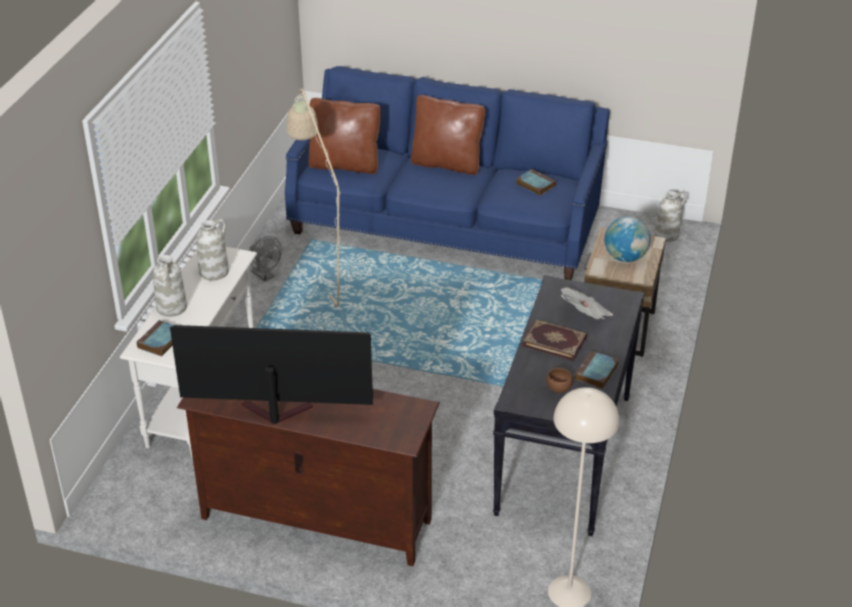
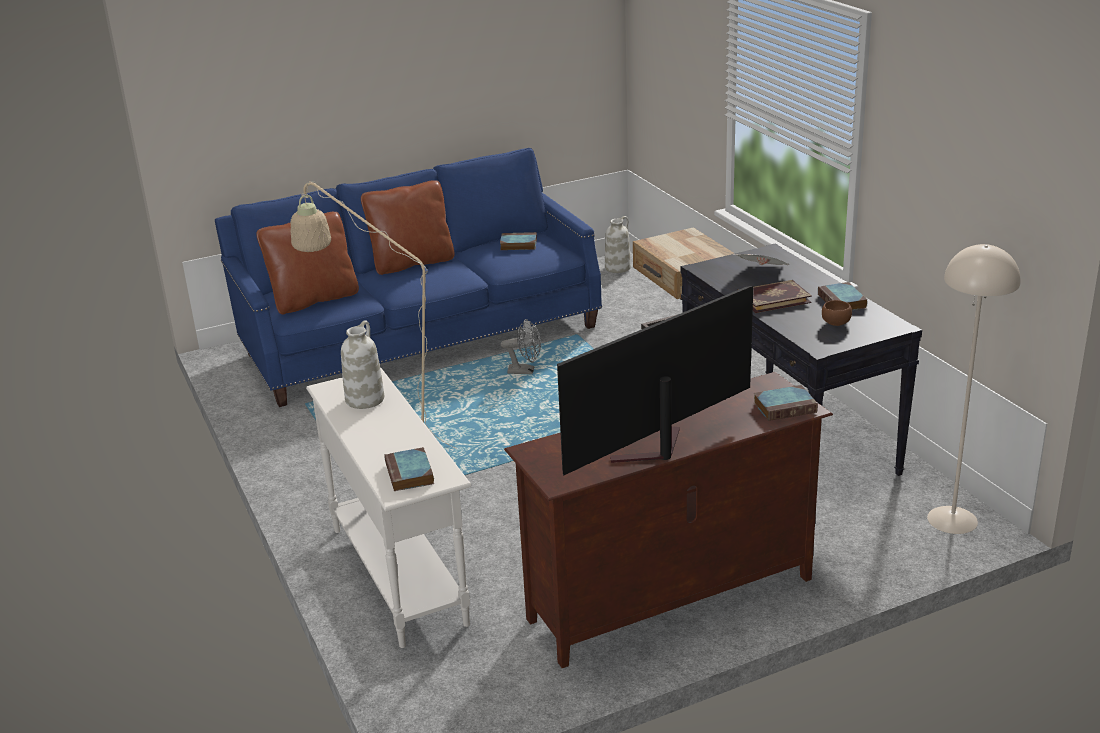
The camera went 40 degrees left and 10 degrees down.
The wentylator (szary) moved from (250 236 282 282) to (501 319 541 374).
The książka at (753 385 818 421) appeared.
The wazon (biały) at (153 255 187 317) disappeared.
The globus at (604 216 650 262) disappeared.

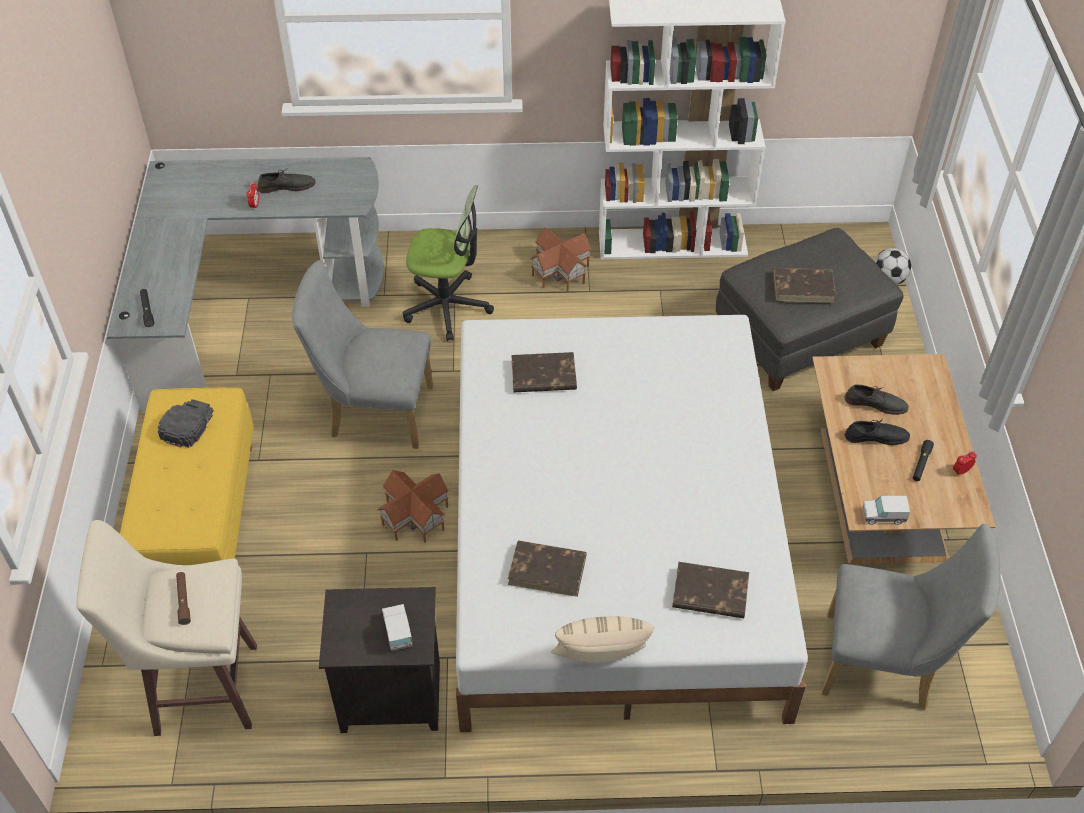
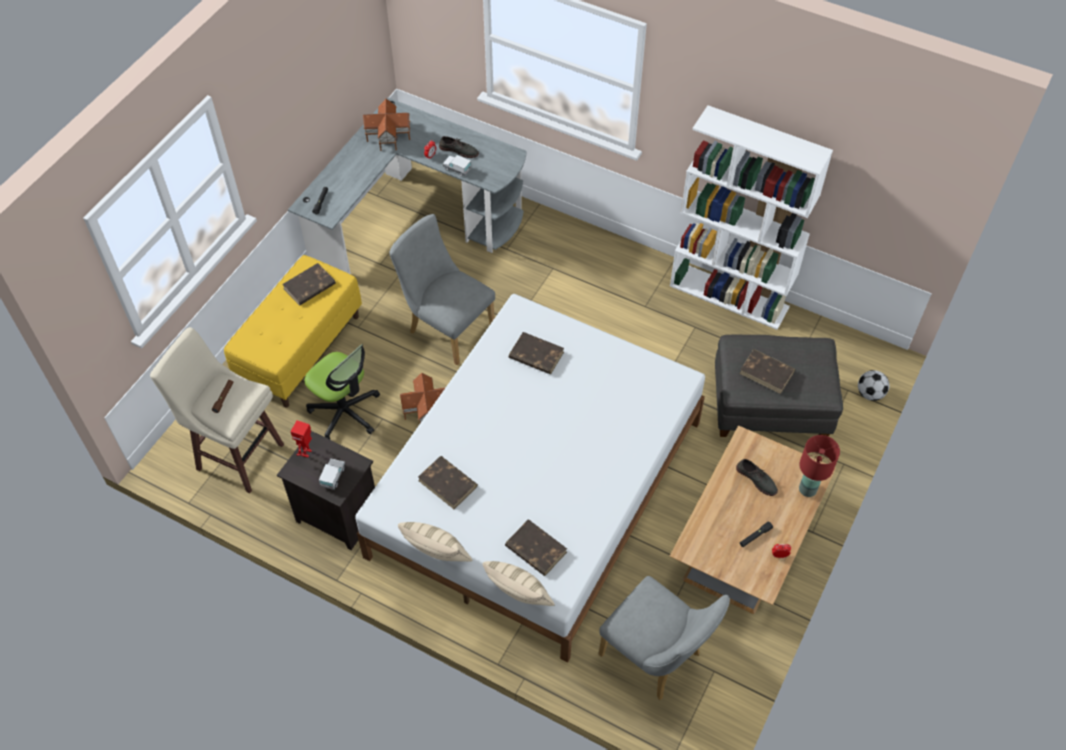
The camera went 30 degrees right and 5 degrees up.
The czapka z daszkiem (czarny) at (158 399 214 448) was replaced by the książka (brązowy) at (282 263 336 306).
The robot zabawkowy at (290 420 312 457) appeared.
The krzesło biurowe moved from (403 185 494 341) to (304 344 380 439).
The domek moved from (530 228 591 291) to (363 99 410 151).
The ciężarówka zabawkowa moved from (863 496 910 525) to (443 155 471 177).
The poduszka (beżowy) at (483 561 555 606) appeared.
The lampa stołowa (czerwony) at (799 435 840 497) appeared.
The but (czarny) at (845 419 910 445) disappeared.

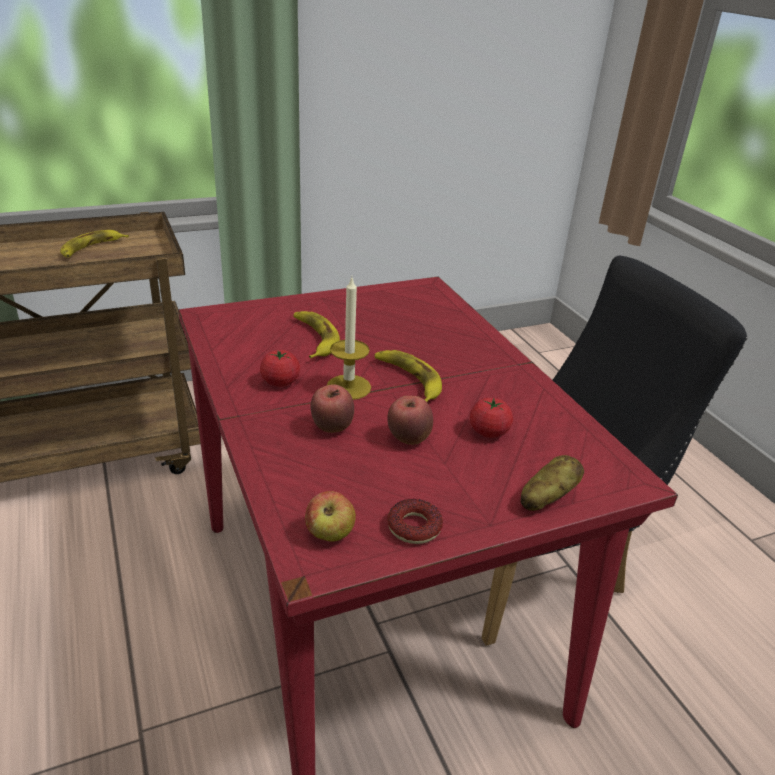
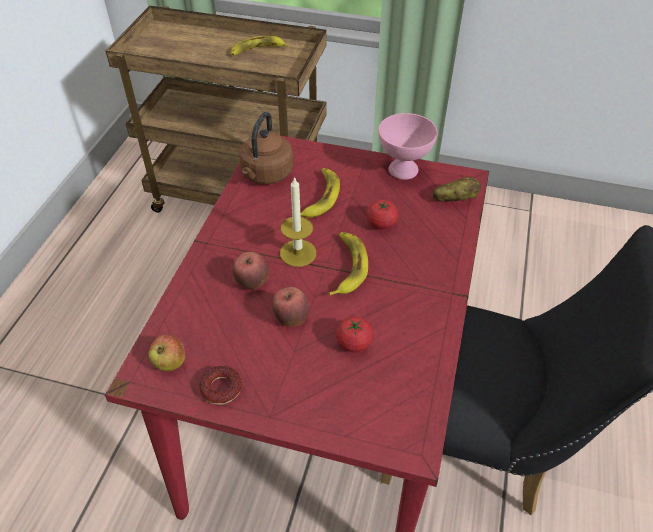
The camera went 40 degrees right and 15 degrees up.
The czajnik (brązowy) at (239 112 294 184) appeared.
The pomidor moved from (260 350 300 387) to (367 200 398 230).
The miska (różowy) at (378 113 438 180) appeared.
The ziemniak moved from (521 455 584 511) to (433 177 481 202).

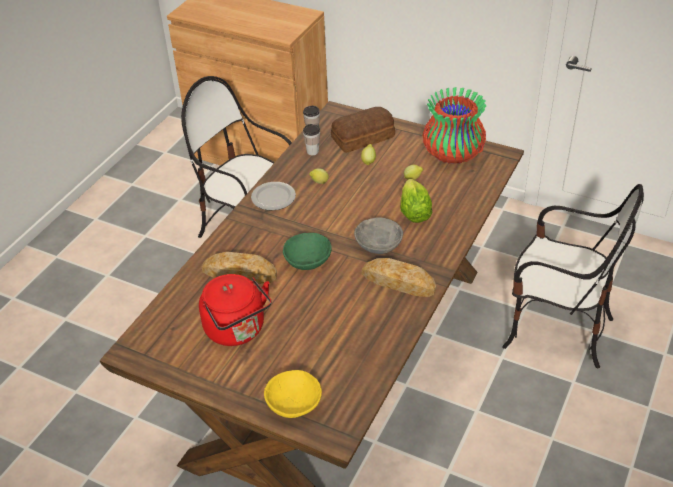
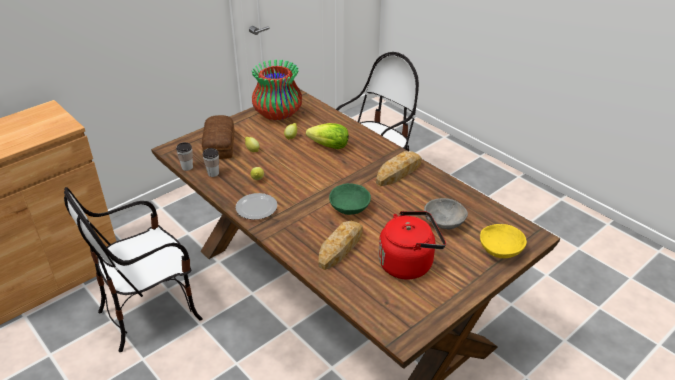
The camera went 70 degrees left and 5 degrees down.
The miska (szary) moved from (354 217 403 254) to (424 198 468 230).

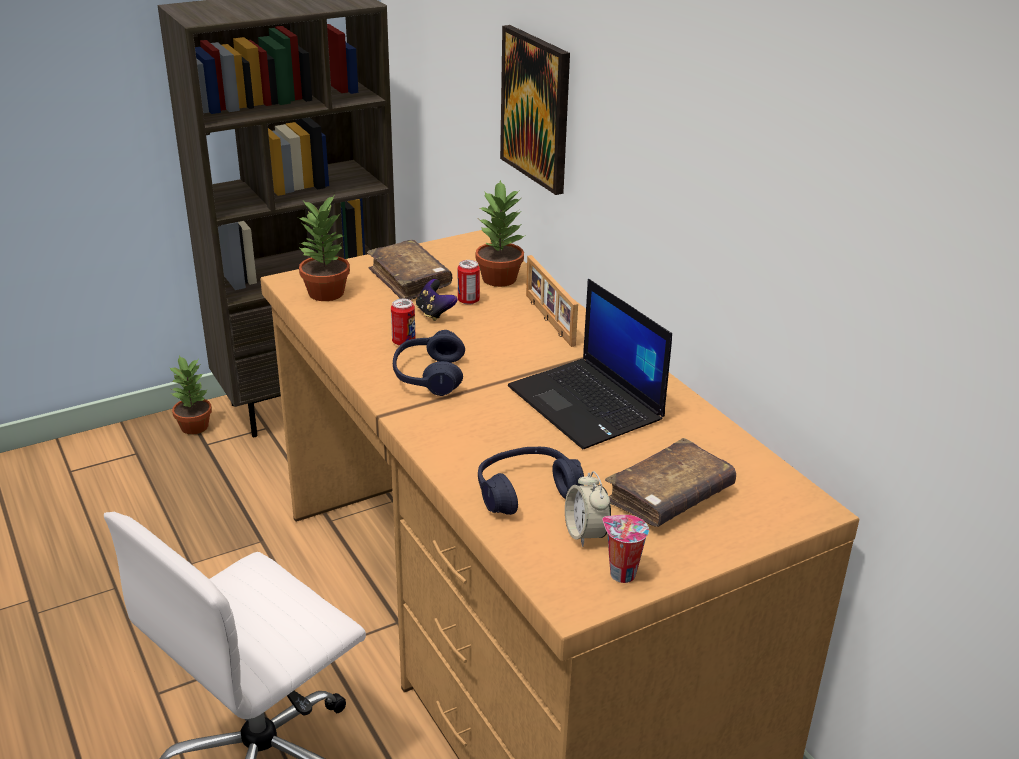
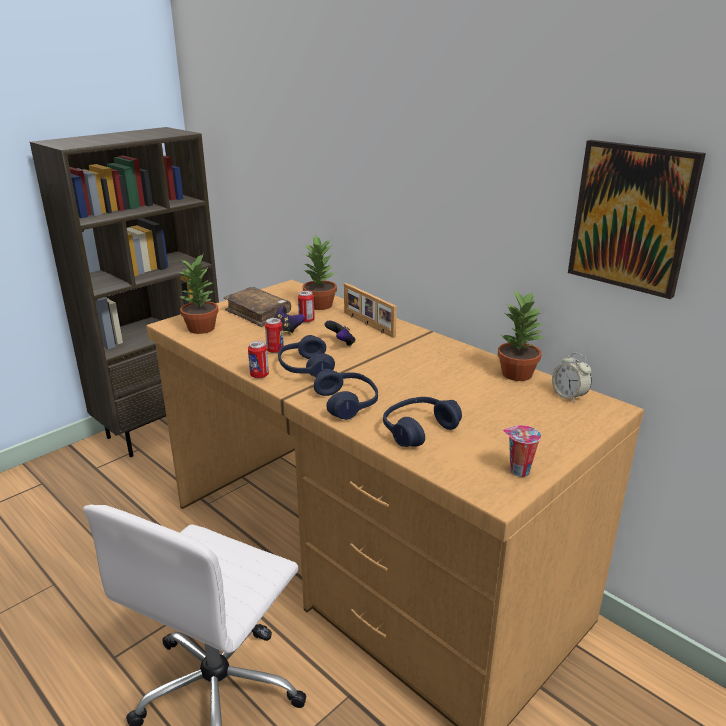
The camera went 15 degrees left and 5 degrees down.
The puszka at (248 341 269 379) appeared.
The słuchawki (niebieski) at (314 369 378 420) appeared.
The pad do gier at (324 321 355 347) appeared.
The roślina doniczkowa moved from (169 355 212 435) to (498 289 544 381).
The budzik moved from (565 471 611 547) to (552 352 592 403).
The obraz moved from (500 25 570 195) to (568 140 706 299).
The laptop at (508 279 672 449) disappeared.
The książka (brązowy) at (605 438 736 527) disappeared.

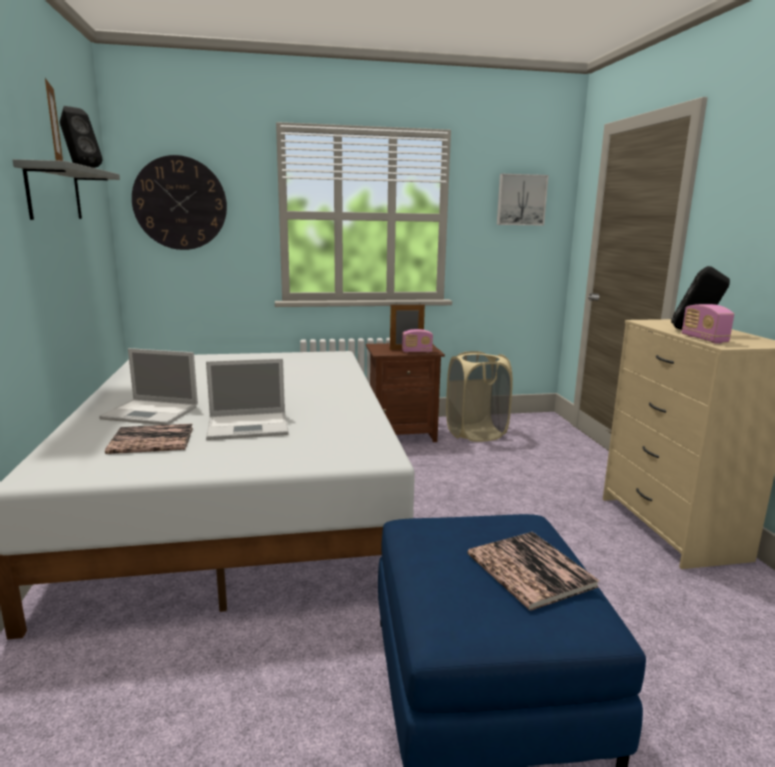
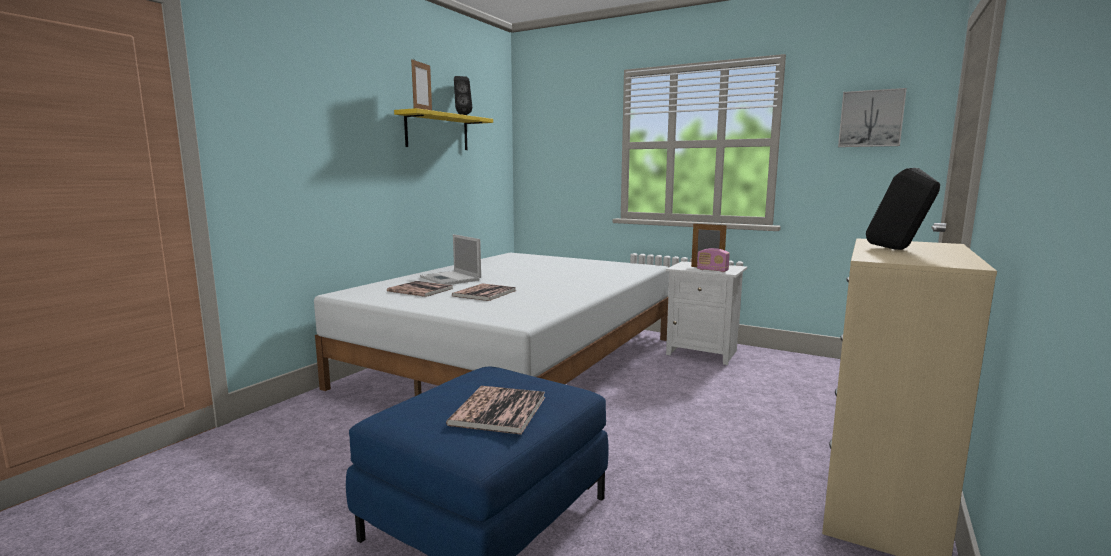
The camera went 40 degrees right and 5 degrees down.
The półka (szary) at (13 159 120 220) became the półka (żółty) at (394 108 493 150).
The laptop at (206 358 289 440) was replaced by the książka at (452 284 516 301).
The szafka nocna (brązowy) at (366 343 445 442) became the szafka nocna (biały) at (666 261 747 365).
The zegar ścienny at (132 155 227 250) disappeared.
The kosz na pranie (beżowy) at (446 351 513 442) disappeared.
The radio at (682 304 734 344) disappeared.

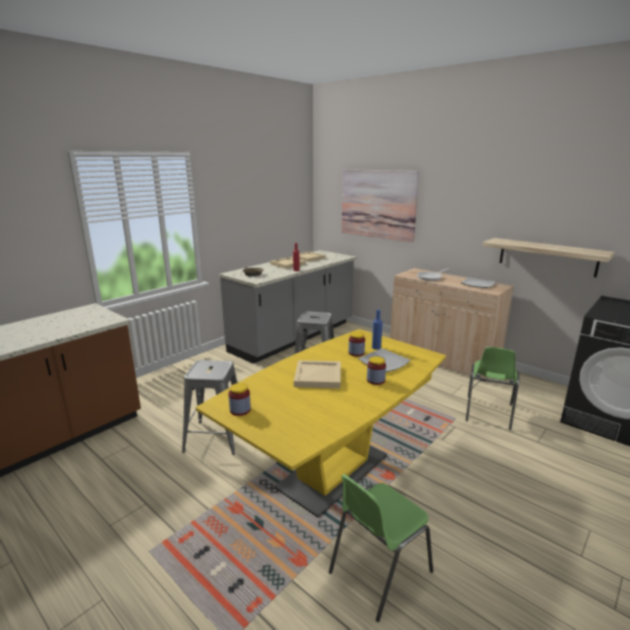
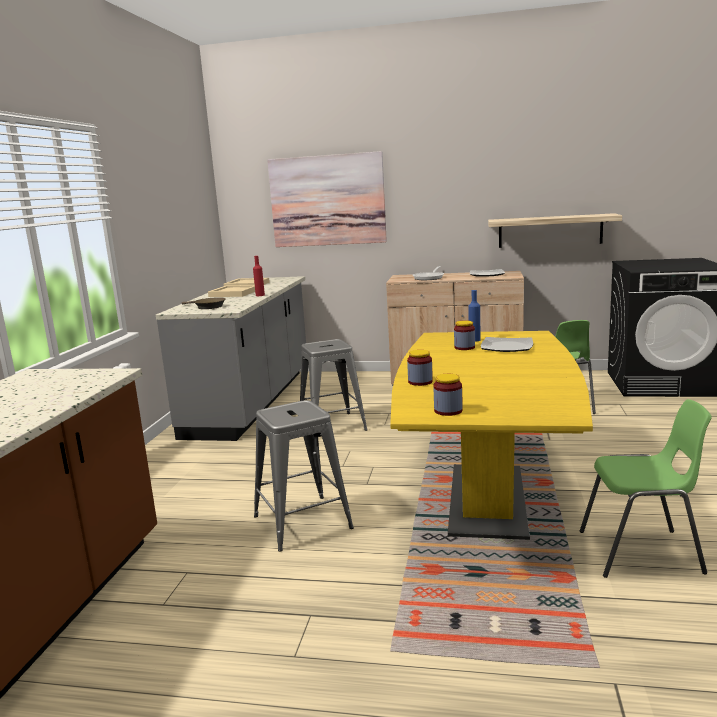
The camera went 30 degrees left and 5 degrees down.
The słoik moved from (367 356 386 385) to (407 350 433 386).
The krzesło (zielony) at (329 474 433 622) turned 105 degrees counterclockwise.
The taca (beżowy) at (294 360 341 388) disappeared.

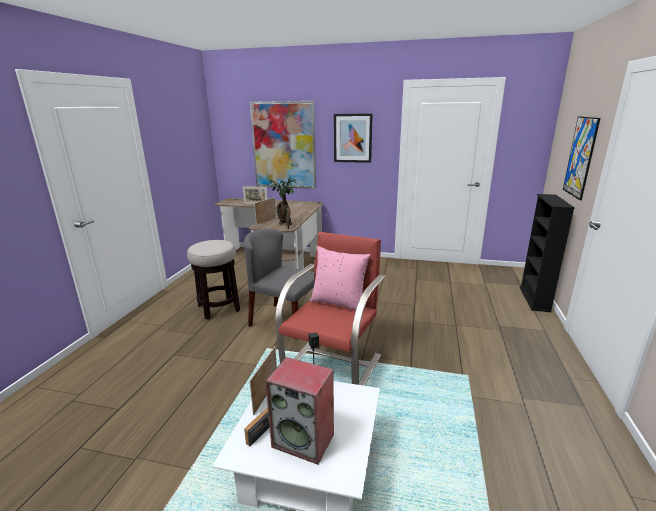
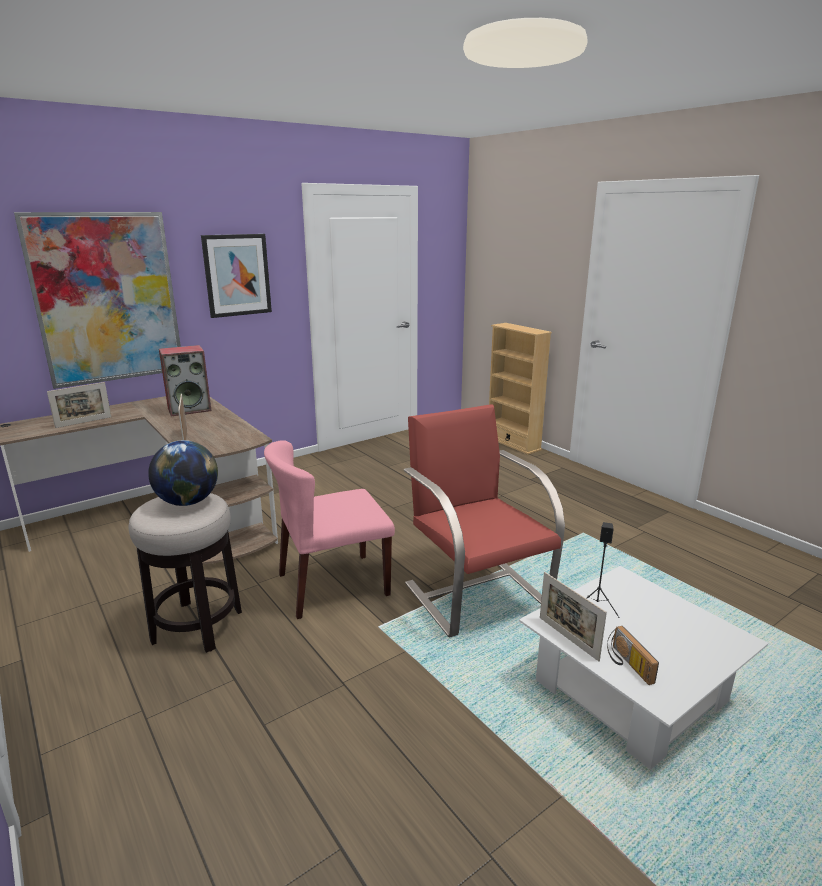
The camera went 50 degrees left and 0 degrees up.
The globus at (148 440 218 506) appeared.
The głośnik moved from (266 357 334 465) to (159 345 212 416).
The krzesło (szary) at (244 229 315 339) became the krzesło (różowy) at (264 440 395 619).
The regał (czarny) at (520 194 575 312) became the regał (beżowy) at (489 323 552 455).
The roślina doniczkowa at (267 177 297 229) disappeared.
The poduszka (różowy) at (310 246 371 311) disappeared.
The obraz at (563 116 600 200) disappeared.

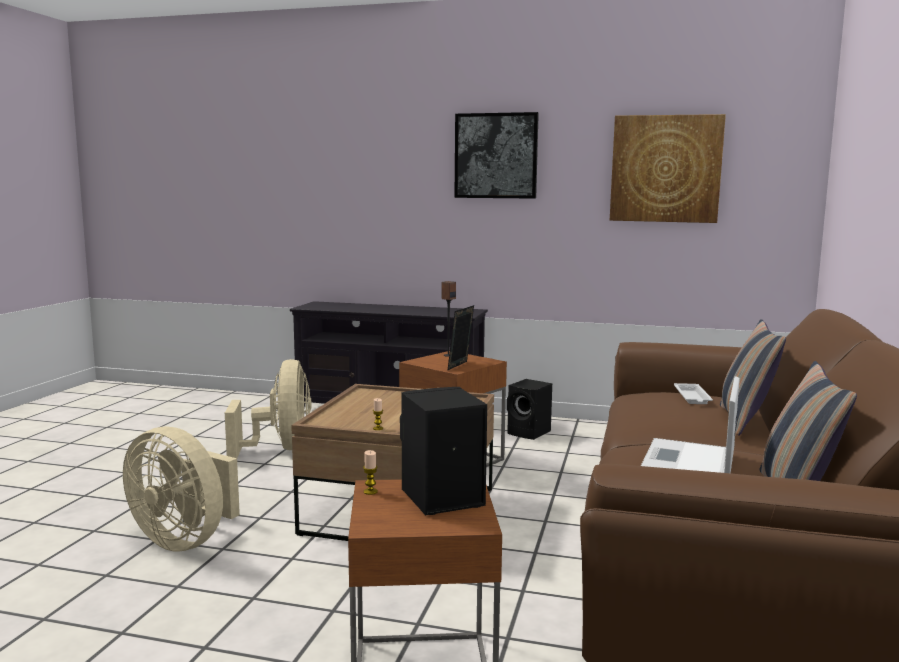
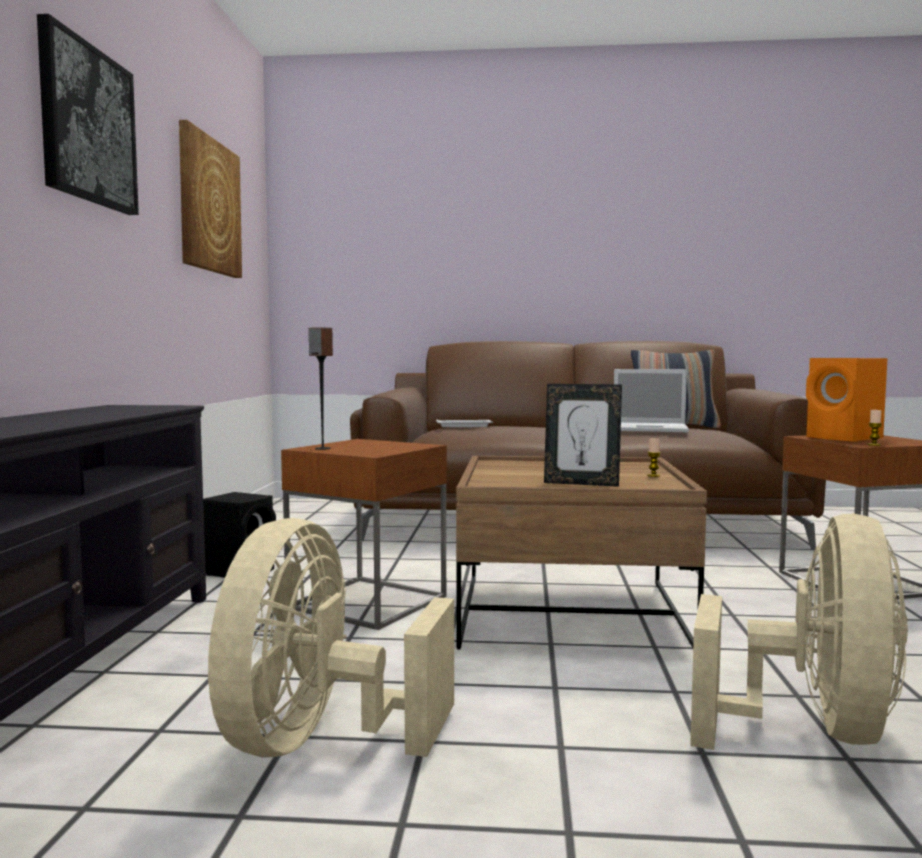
The camera went 100 degrees left and 5 degrees down.
The wentylator (beżowy) at (225 359 311 458) turned 60 degrees counterclockwise.
The ramka na zdjęcie moved from (447 305 474 371) to (544 384 622 487).
The głośnik (czarny) at (400 387 487 516) became the głośnik (pomarańczowy) at (806 358 887 441).
The poduszka at (720 319 786 436) disappeared.

